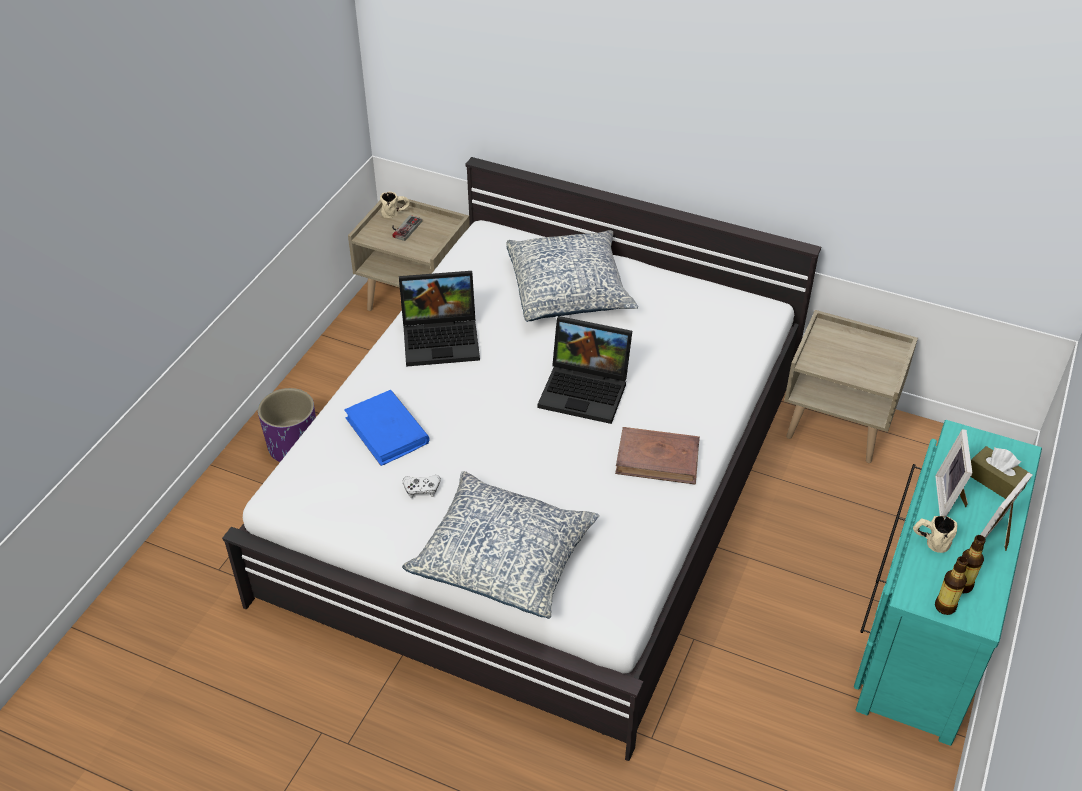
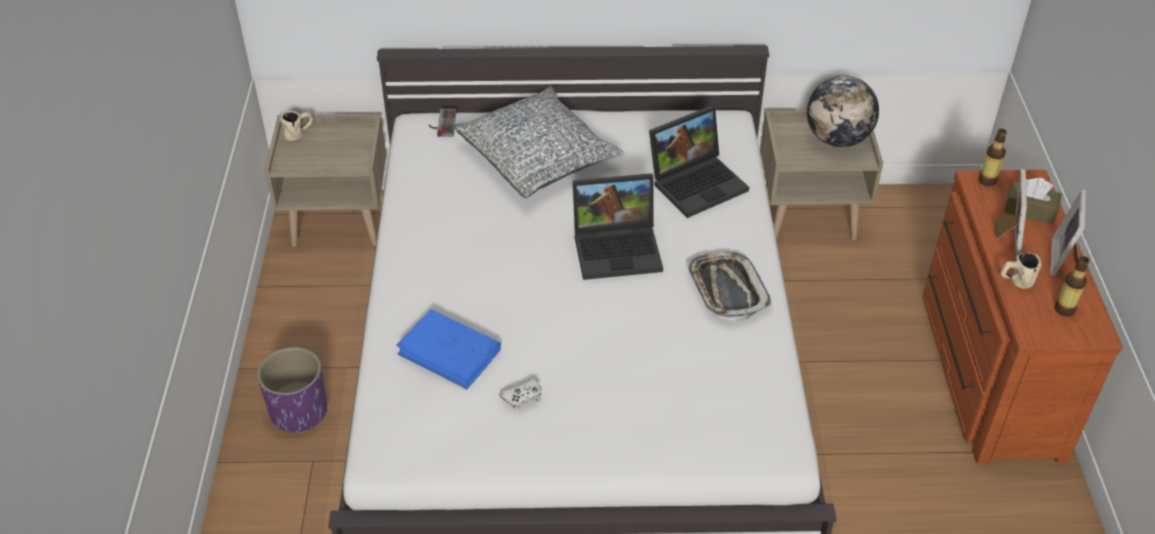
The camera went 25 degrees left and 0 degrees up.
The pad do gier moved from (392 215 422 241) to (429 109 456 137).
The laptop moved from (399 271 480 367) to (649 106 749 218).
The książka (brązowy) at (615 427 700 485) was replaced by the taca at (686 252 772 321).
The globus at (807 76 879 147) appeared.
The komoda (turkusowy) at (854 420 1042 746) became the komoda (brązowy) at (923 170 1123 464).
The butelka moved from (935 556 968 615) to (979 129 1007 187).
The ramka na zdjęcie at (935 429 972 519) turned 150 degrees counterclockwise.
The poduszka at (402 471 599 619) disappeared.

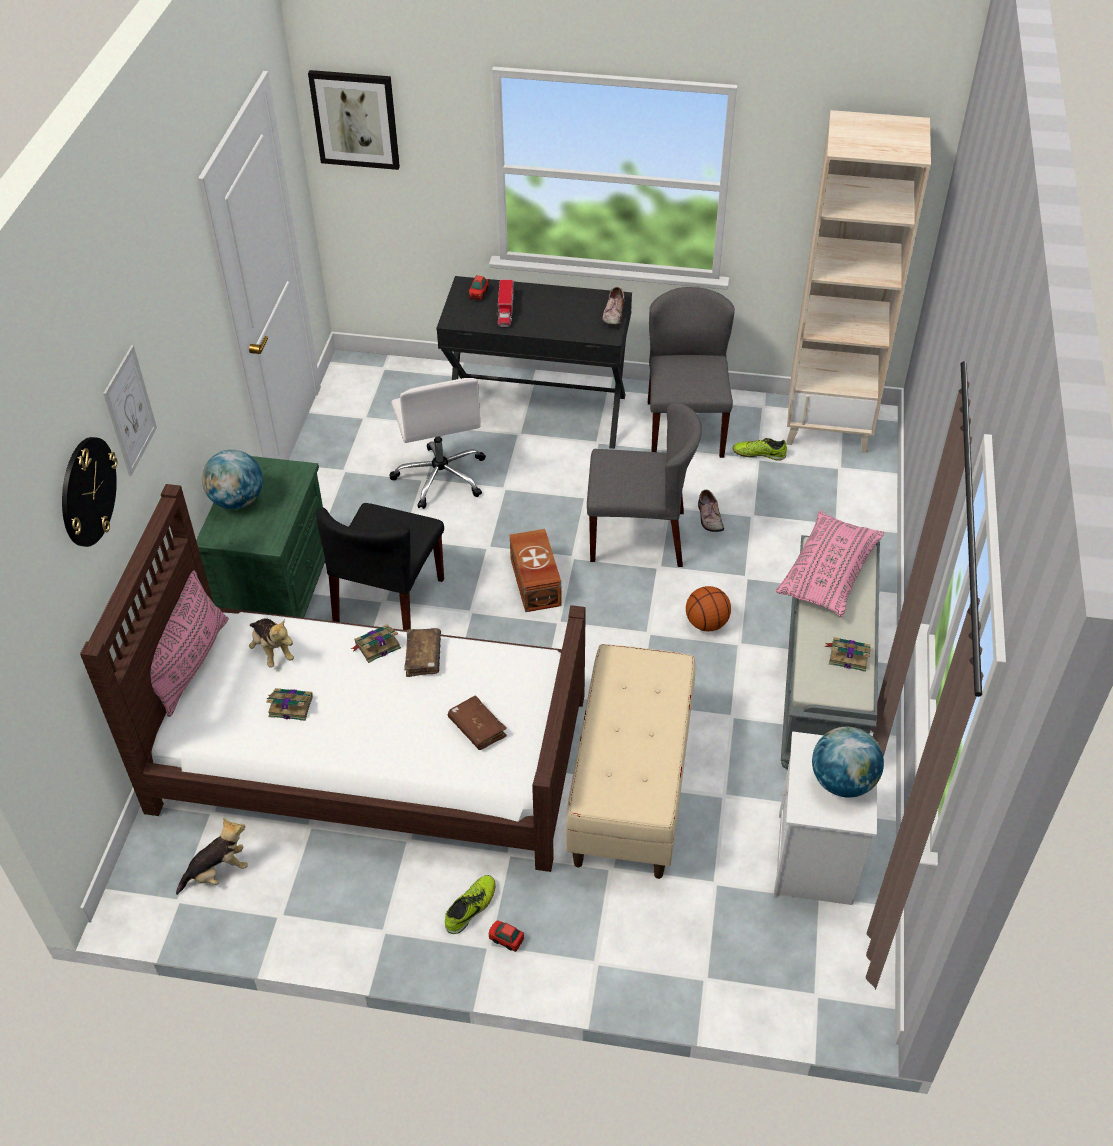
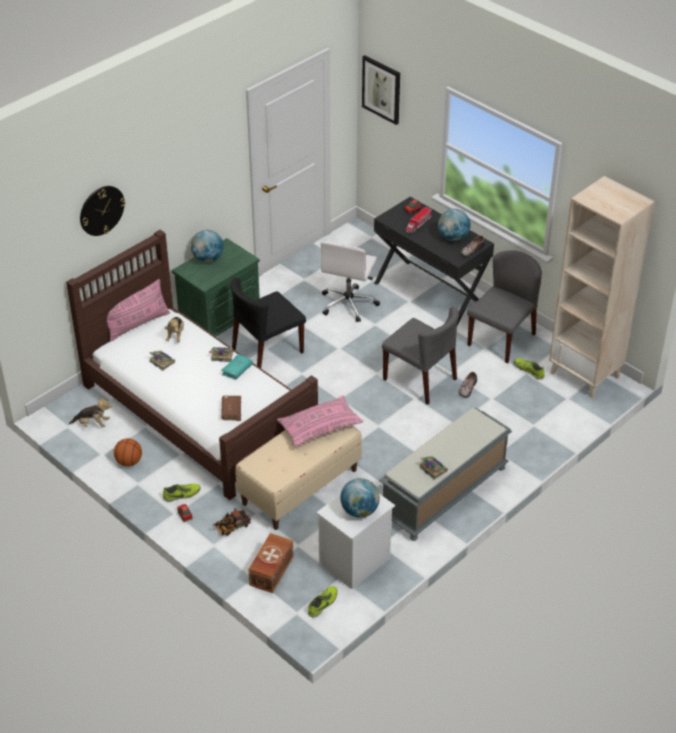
The camera went 35 degrees right and 5 degrees down.
The piłka do koszykówki moved from (686 586 731 632) to (114 438 142 467).
The ciężarówka zabawkowa at (213 508 251 536) appeared.
The książka (brązowy) at (404 628 441 677) became the książka (turkusowy) at (221 354 253 380).
The pojemnik do przechowywania (brązowy) moved from (510 529 562 612) to (248 533 294 593).
The poduszka (różowy) moved from (776 511 884 617) to (277 395 363 447).
The but at (308 586 338 617) appeared.
The globus at (438 209 471 241) appeared.
The obraz at (103 345 157 476) disappeared.

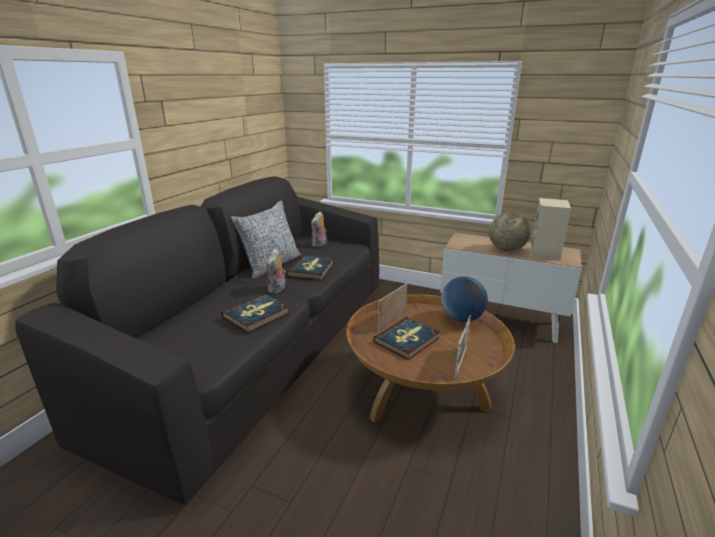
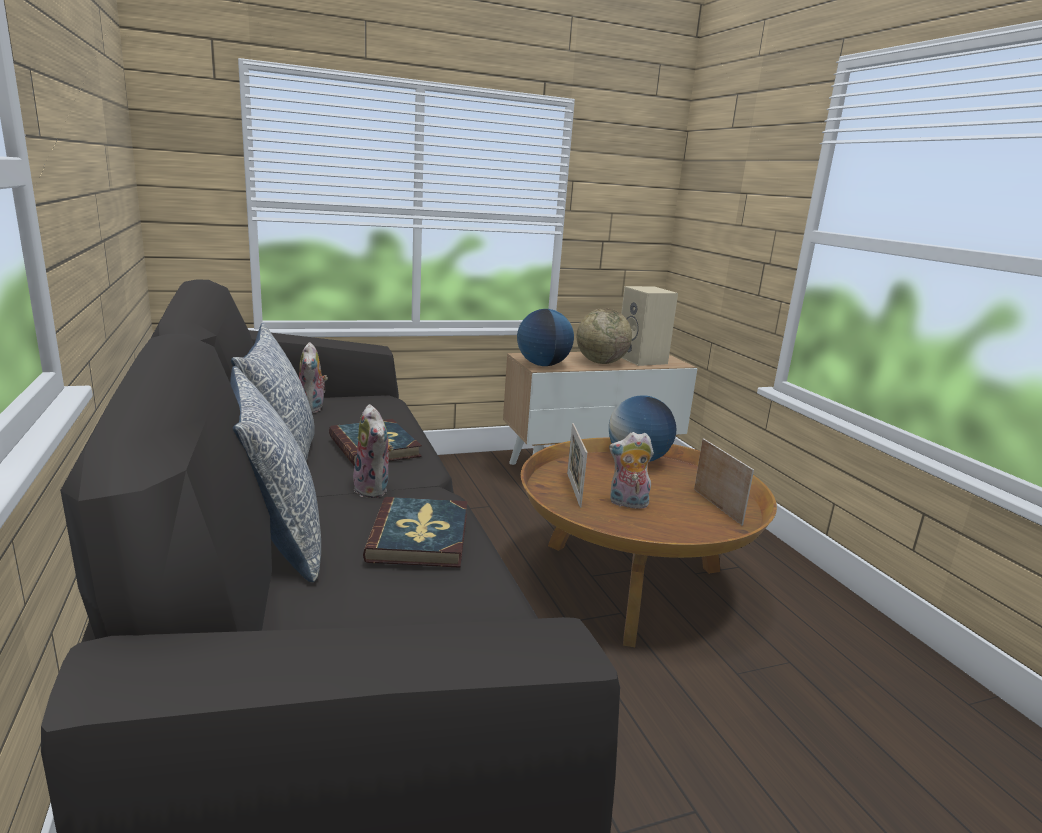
The camera went 45 degrees left and 5 degrees down.
The poduszka at (230 366 321 582) appeared.
The globus at (517 309 574 366) appeared.
The książka at (373 317 440 360) was replaced by the pluszak at (609 432 654 509).

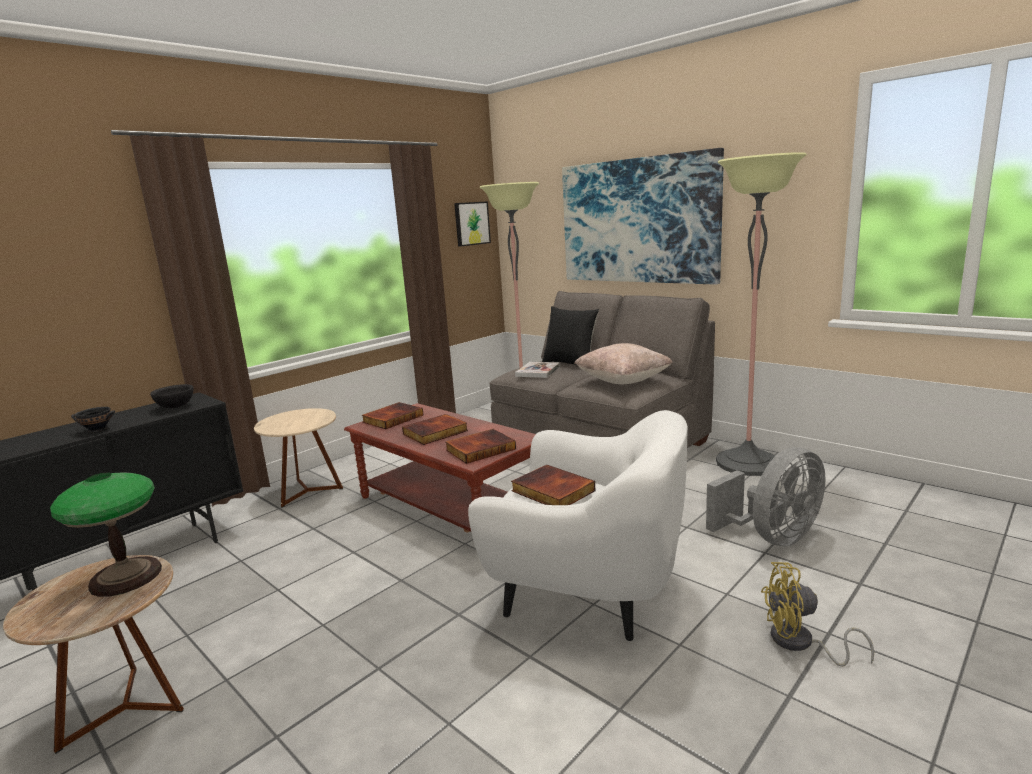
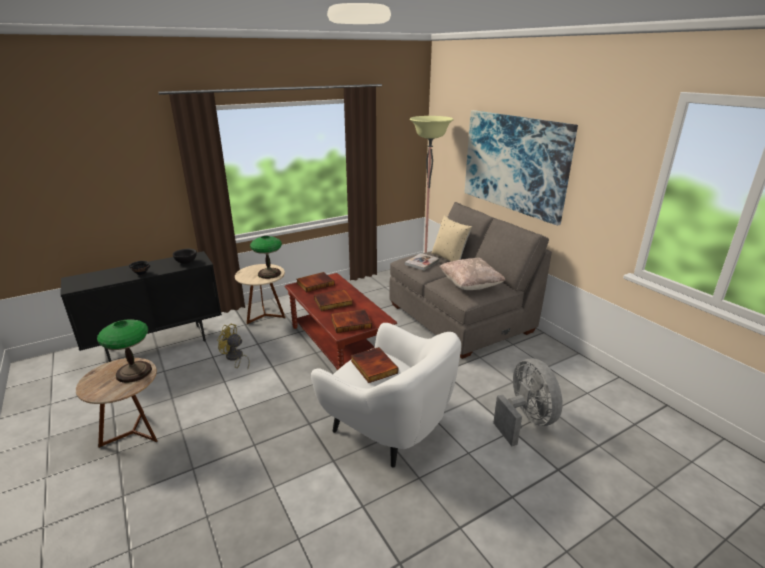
The camera went 15 degrees right and 10 degrees up.
The wentylator (żółty) moved from (761 562 874 667) to (217 324 250 370).
The lampa stołowa at (250 236 282 279) appeared.
The poduszka (czarny) at (542 306 599 365) became the poduszka (beżowy) at (432 215 472 262).
The wentylator (szary) at (706 447 825 547) turned 90 degrees counterclockwise.
The obraz at (454 201 491 246) disappeared.
The lampa stojąca at (716 152 807 476) disappeared.

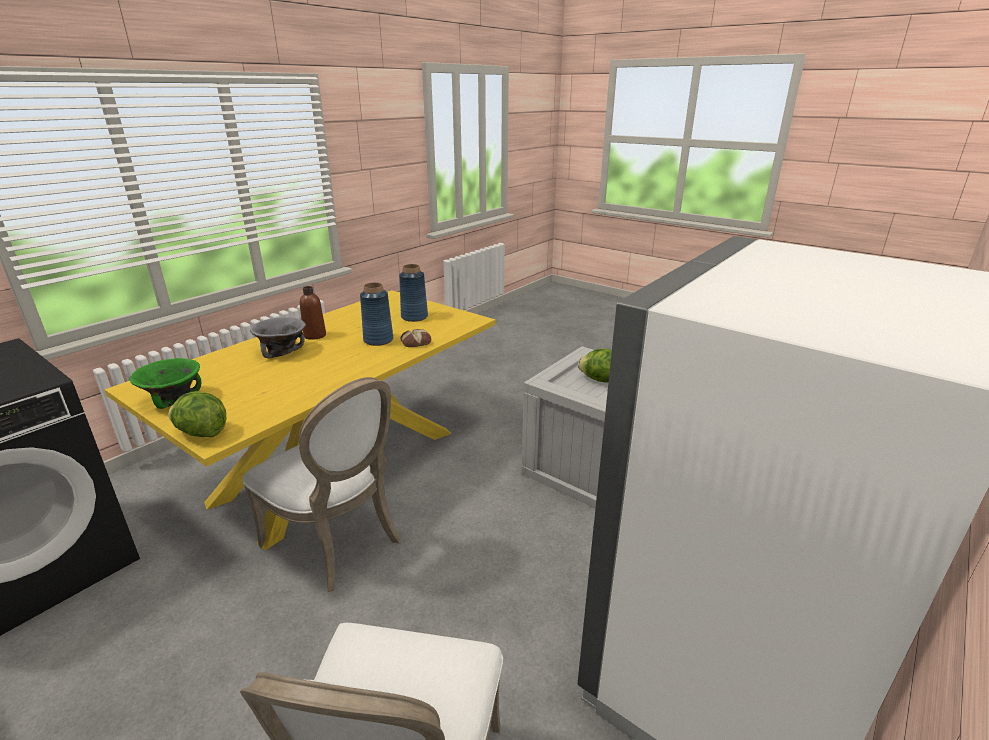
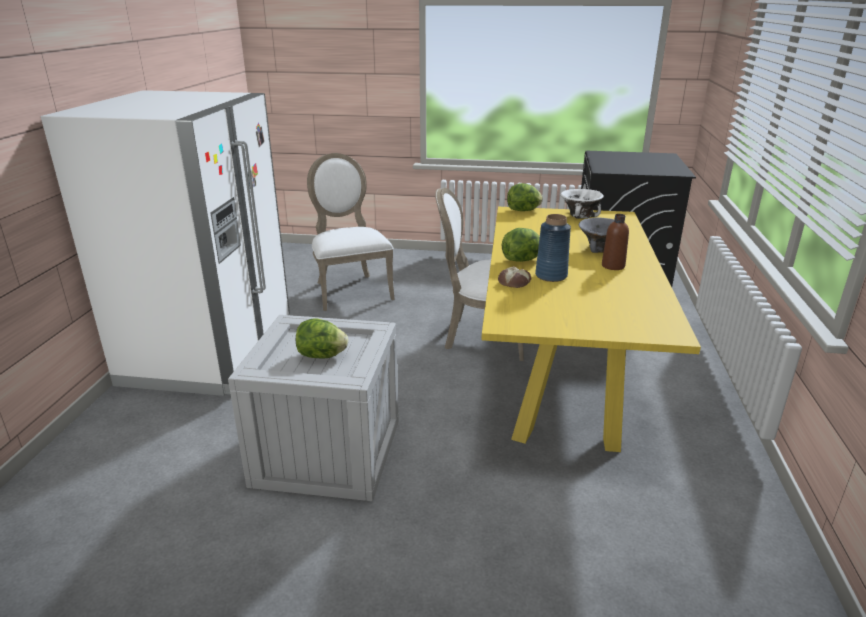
The camera went 150 degrees right and 0 degrees up.
The sałata at (502 228 540 262) appeared.
The miska (zielony) at (130 358 201 409) became the miska (biały) at (561 189 604 219).
The wazon (niebieski) at (399 264 428 322) disappeared.

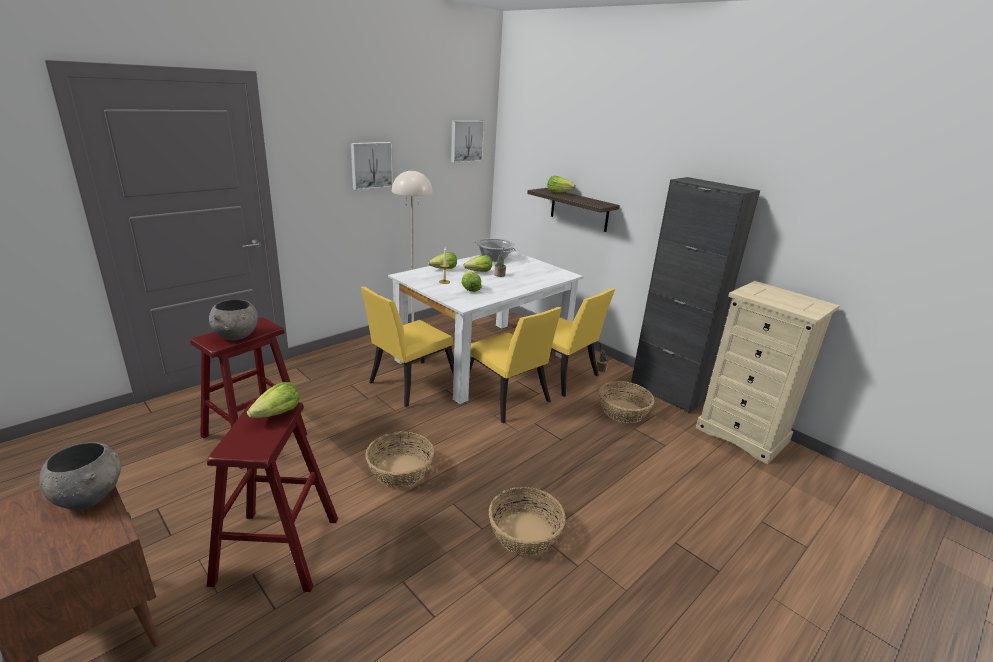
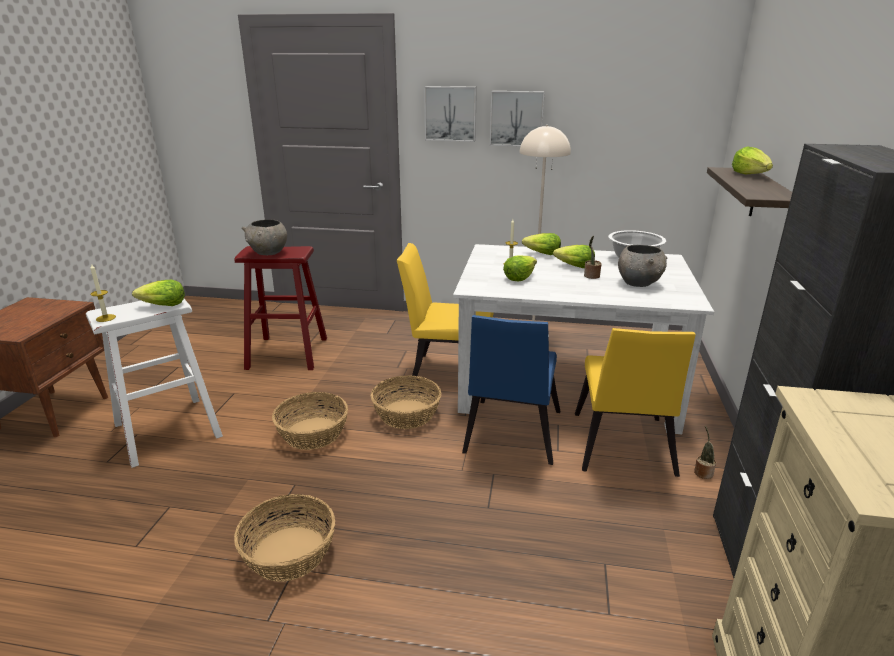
The camera went 55 degrees right and 0 degrees up.
The stołek (czerwony) at (207 400 338 592) became the stołek (biały) at (86 299 223 468).
The świeca at (90 263 116 322) appeared.
The koszyk moved from (599 381 655 423) to (371 376 442 429).
The obraz moved from (451 121 485 163) to (424 86 477 142).
The krzesło (żółty) at (470 307 562 423) became the krzesło (niebieski) at (462 315 560 465).
The miska (szary) moved from (39 442 121 510) to (618 245 668 287).

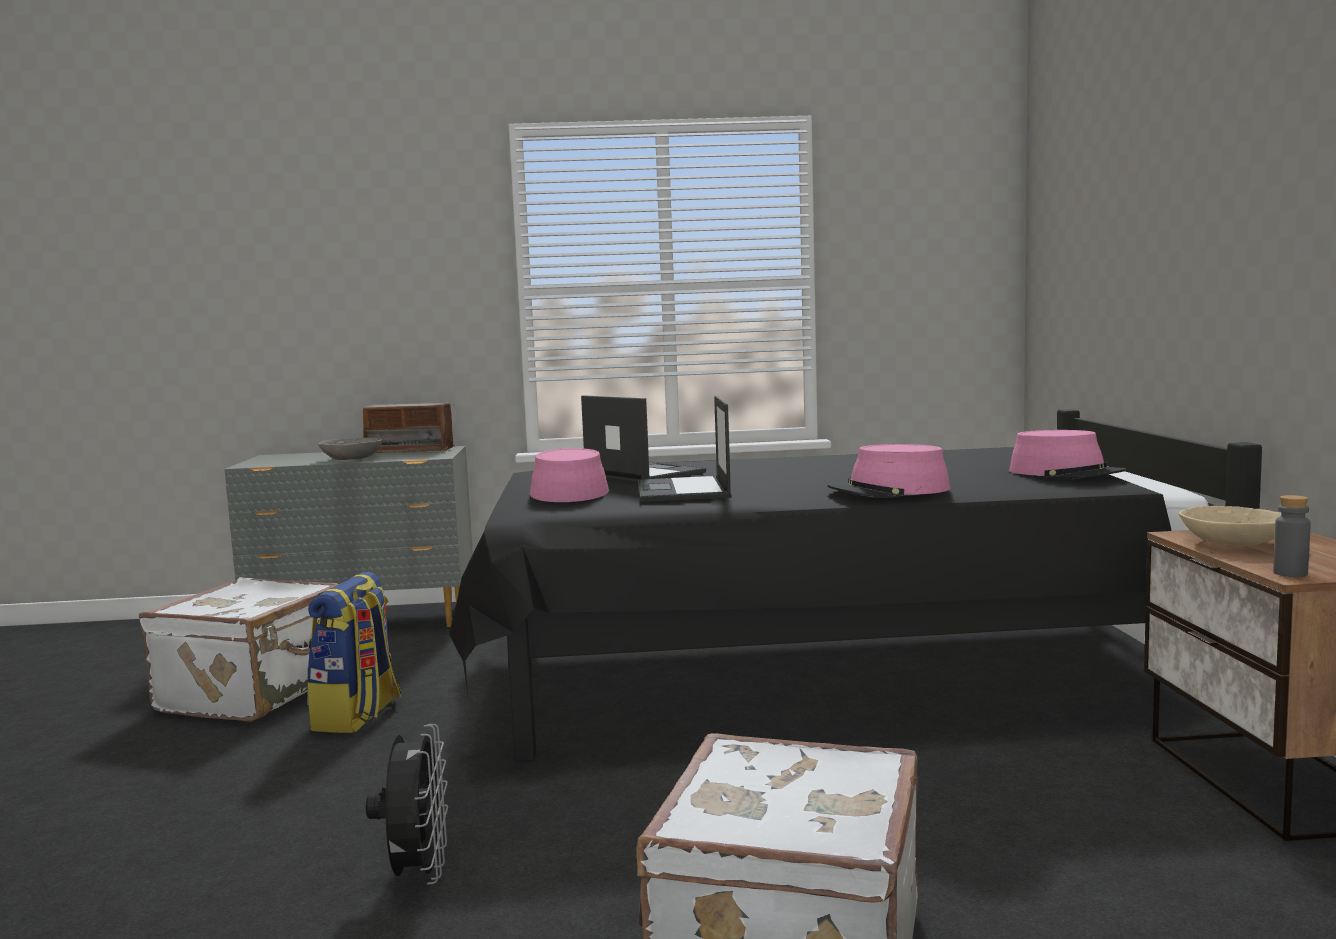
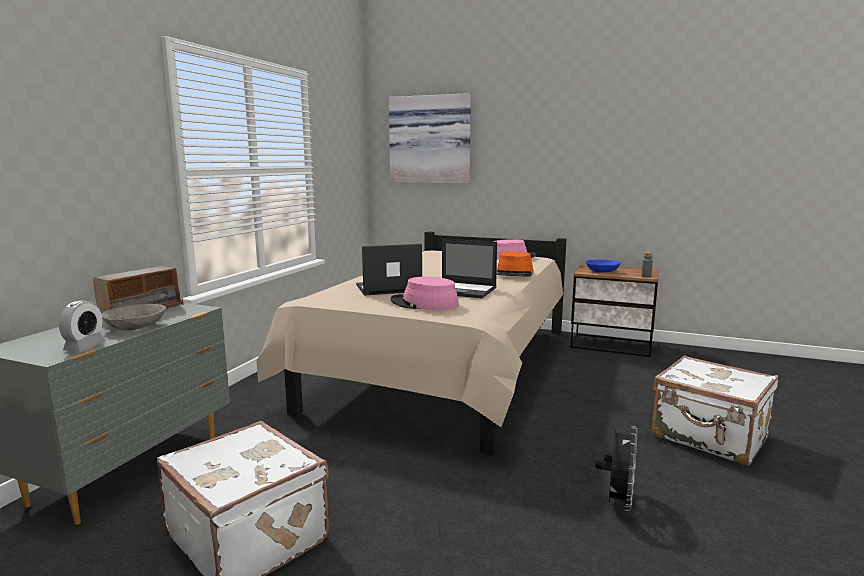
The camera went 65 degrees left and 5 degrees up.
The budzik at (59 300 106 352) appeared.
The łóżko (czarny) at (449 409 1262 762) became the łóżko (beżowy) at (256 231 567 455).
The obraz at (389 93 471 184) appeared.
The kapelusz (różowy) at (827 444 950 498) became the kapelusz (pomarańczowy) at (496 252 534 277).
The miska (beżowy) at (1179 506 1281 546) became the miska (niebieski) at (586 259 621 273).
The wentylator (czarny) at (366 724 448 885) turned 90 degrees clockwise.
The plecak at (307 572 401 733) disappeared.

